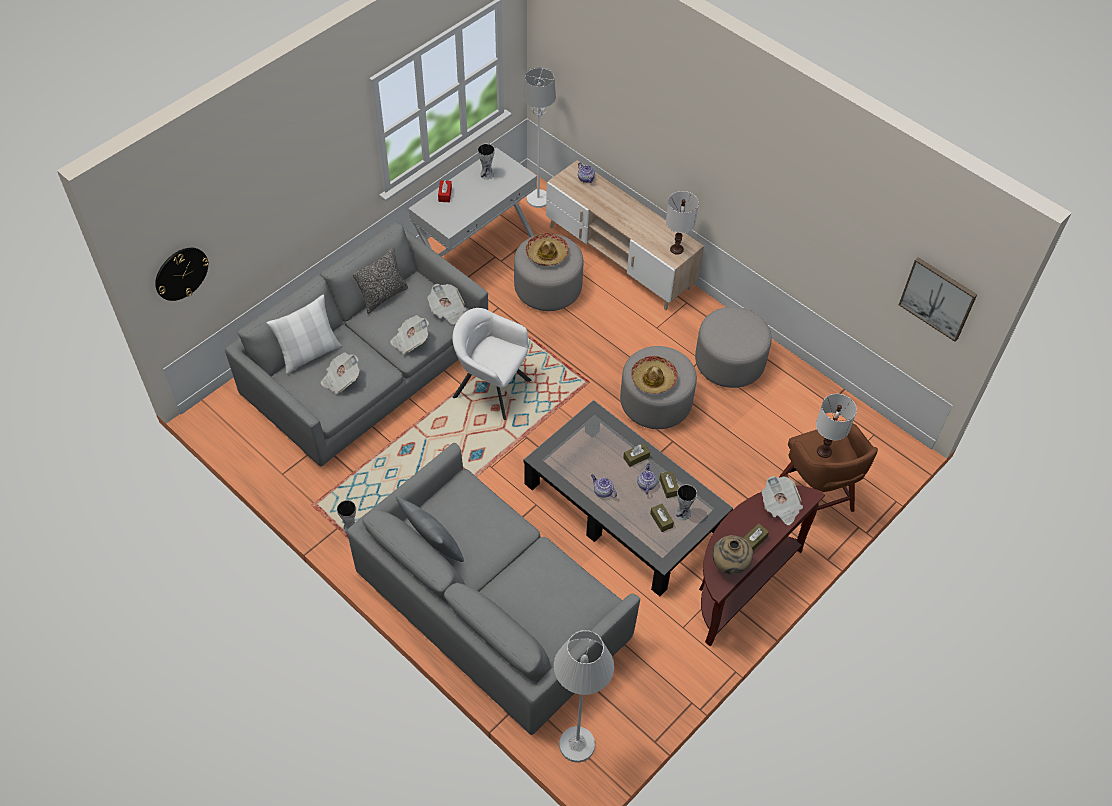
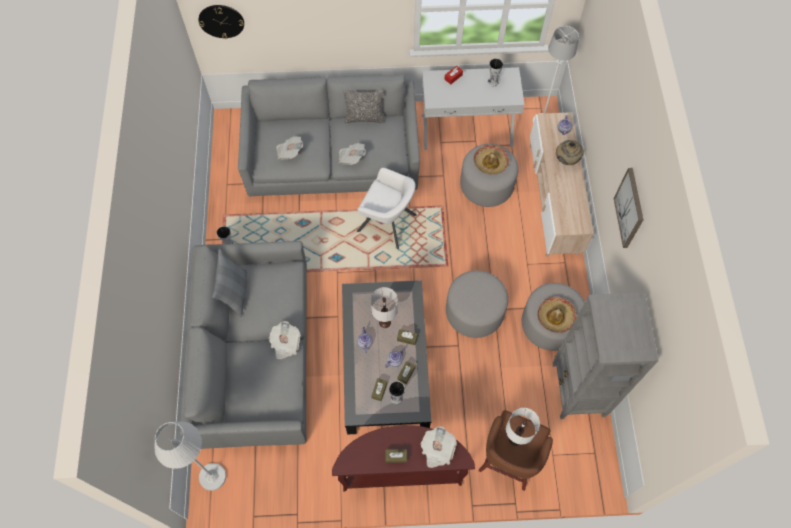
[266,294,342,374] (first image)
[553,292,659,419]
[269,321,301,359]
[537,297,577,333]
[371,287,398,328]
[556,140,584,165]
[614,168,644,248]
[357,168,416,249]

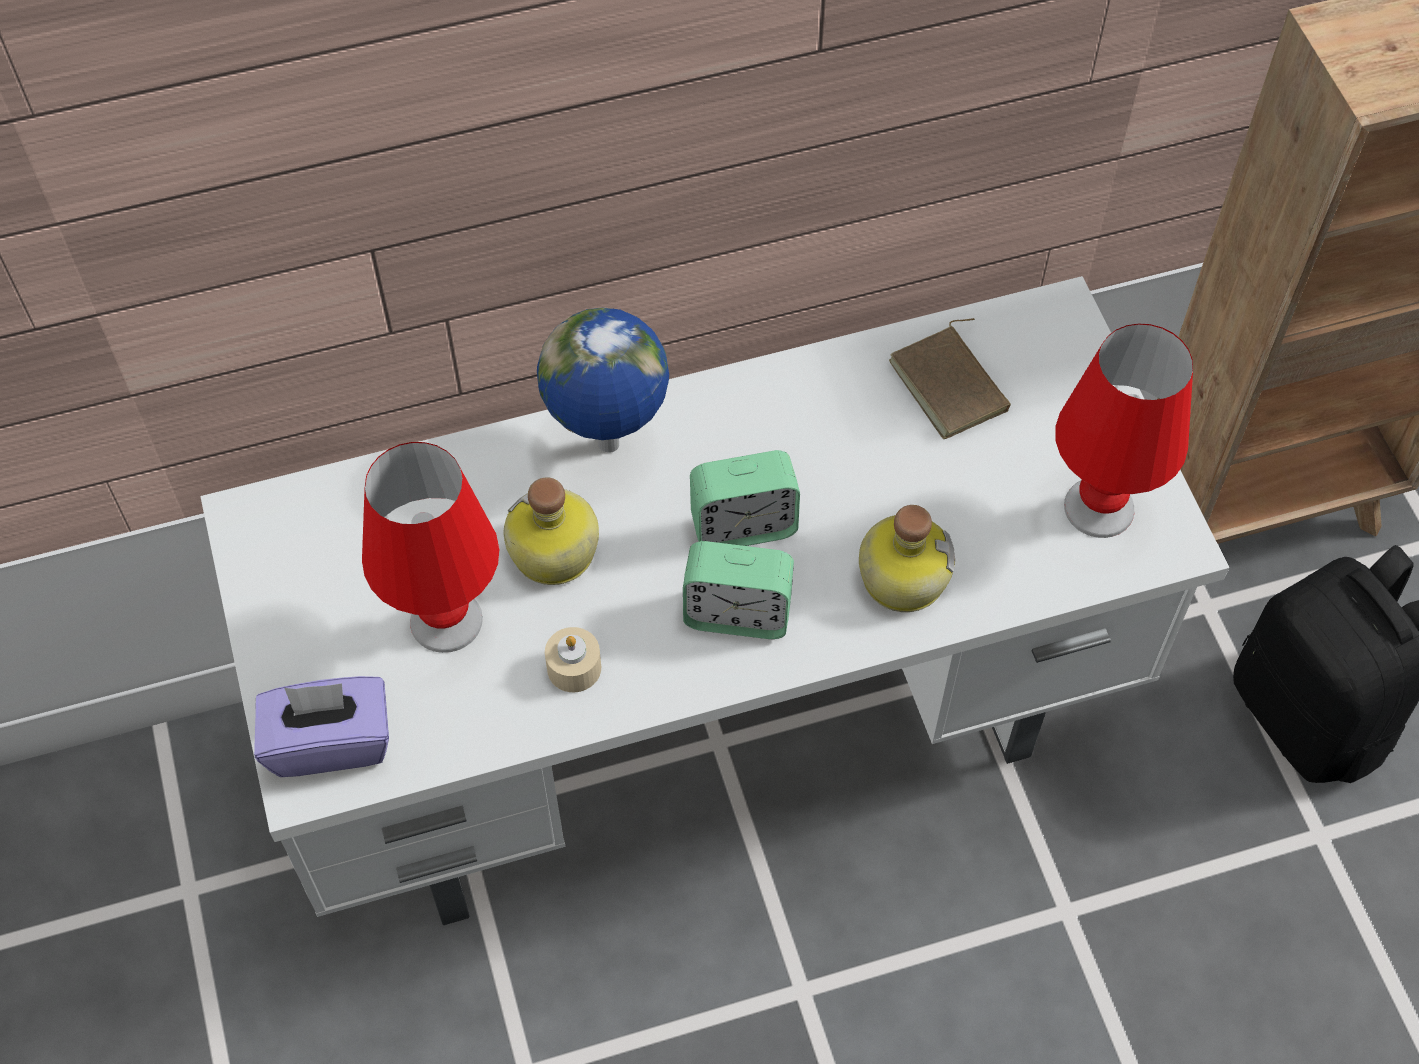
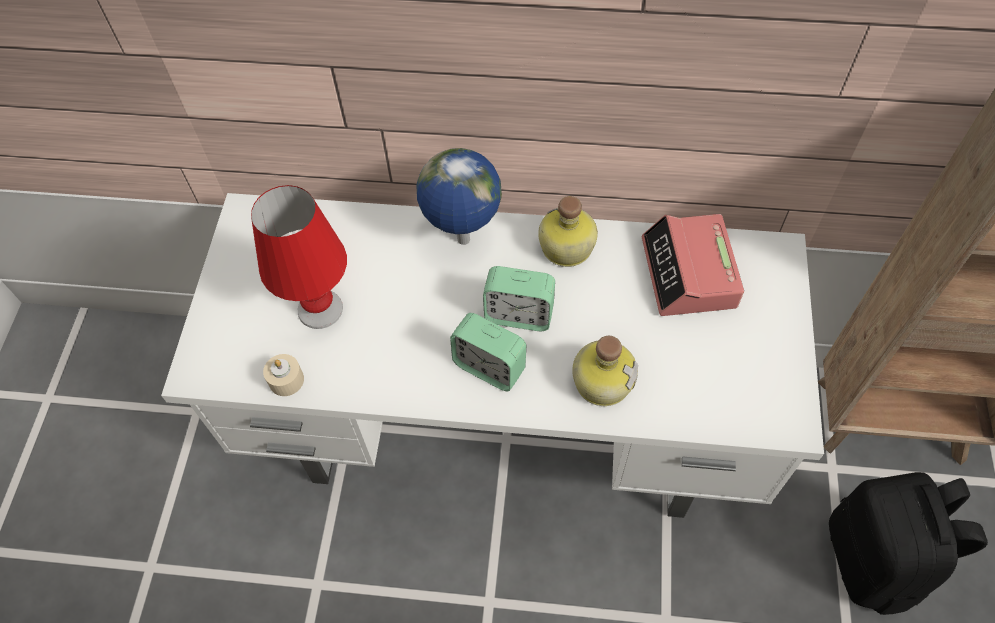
[254,676,389,777] (first image)
[1055,323,1193,538] (first image)
[539,196,598,267]
[263,354,304,396]
[642,214,744,316]

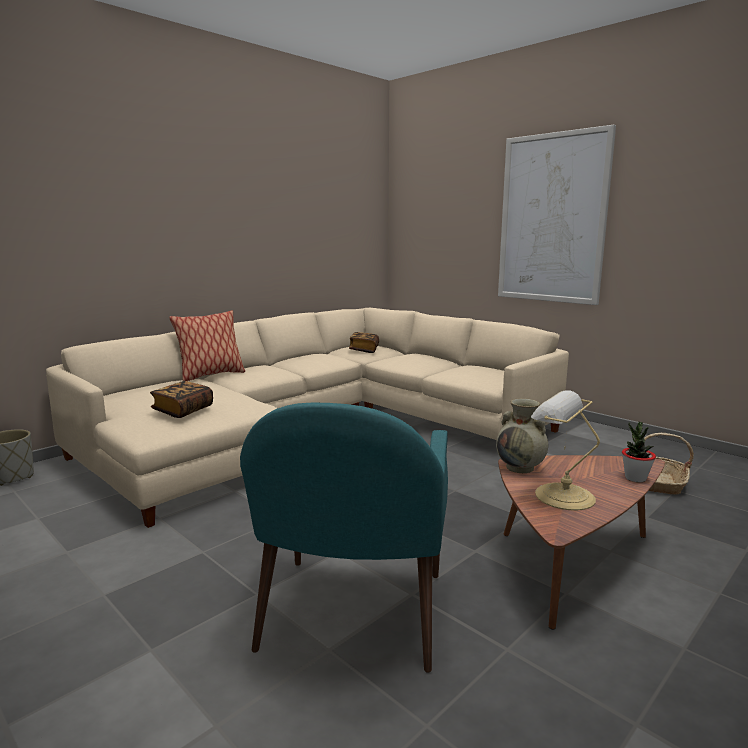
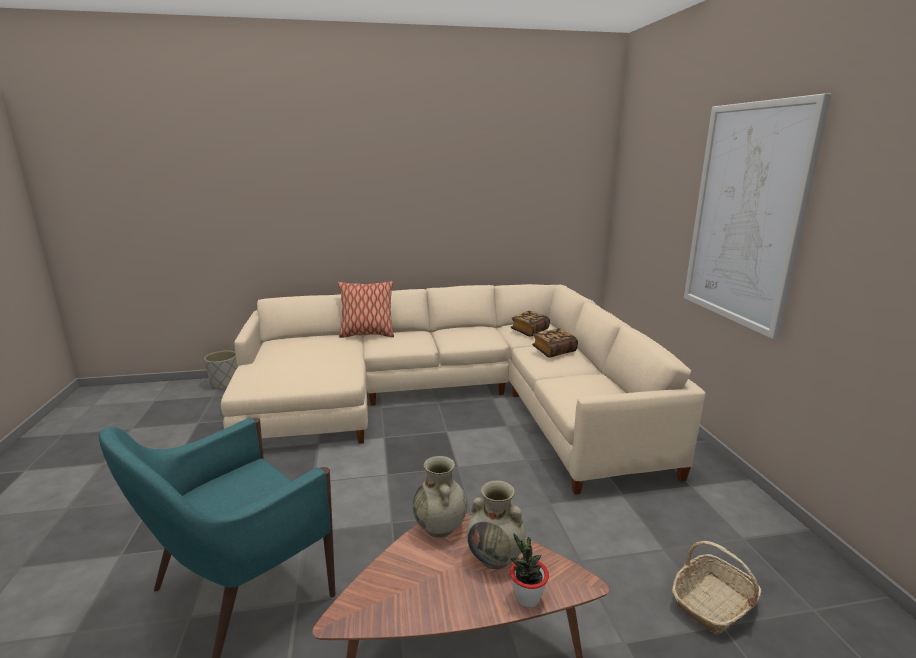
[531,390,600,511] (first image)
[467,480,526,569]
[532,328,578,358]

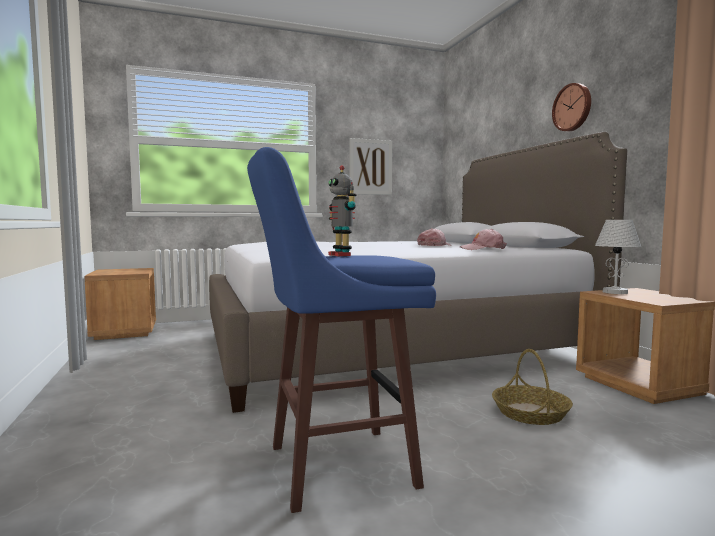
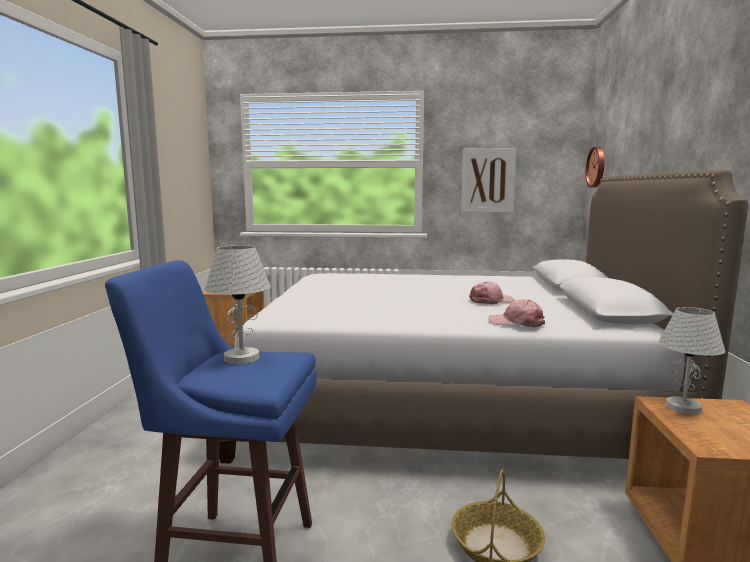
[585,147,605,188]
[205,245,271,364]

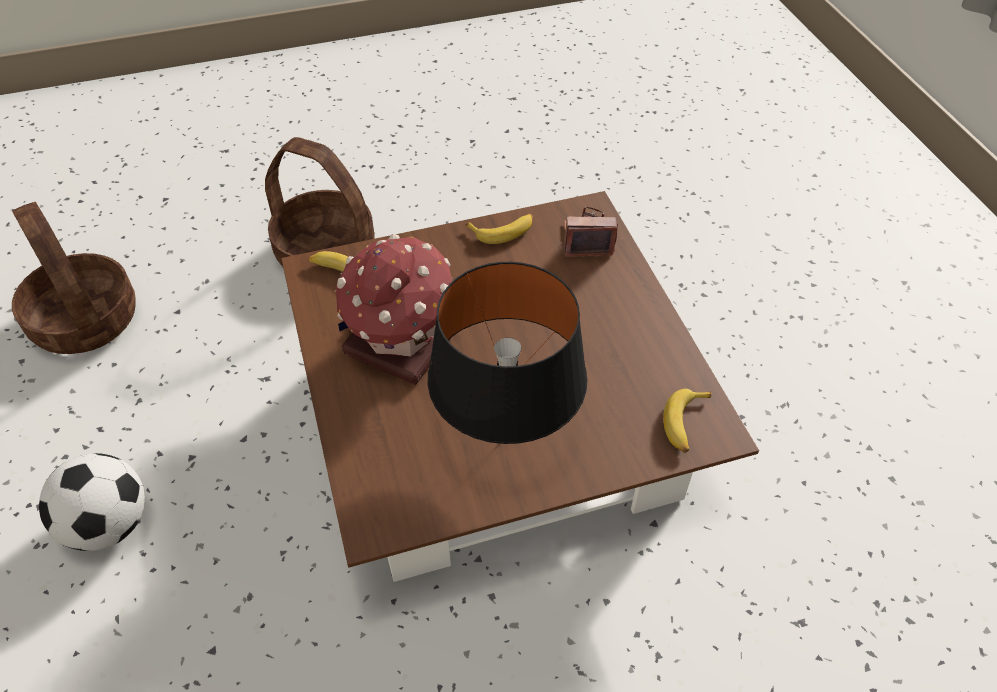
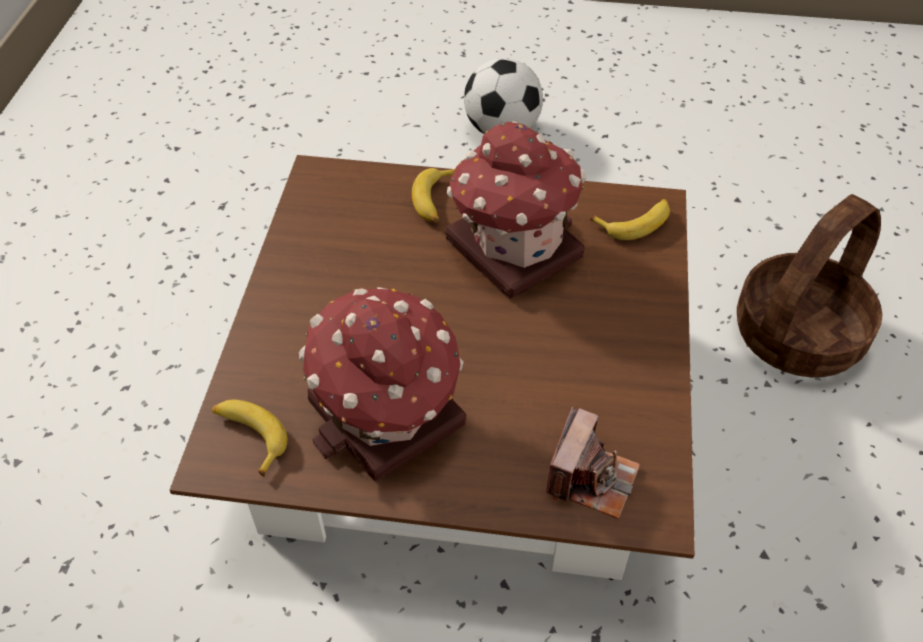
[12,202,136,354] (first image)
[428,262,588,444] (first image)
[299,287,466,481]
[412,168,456,223]

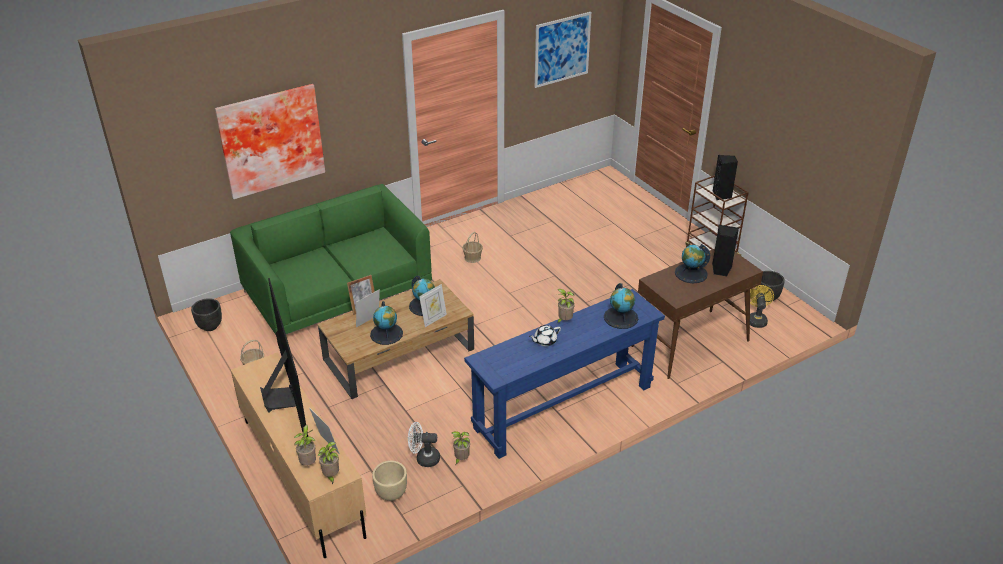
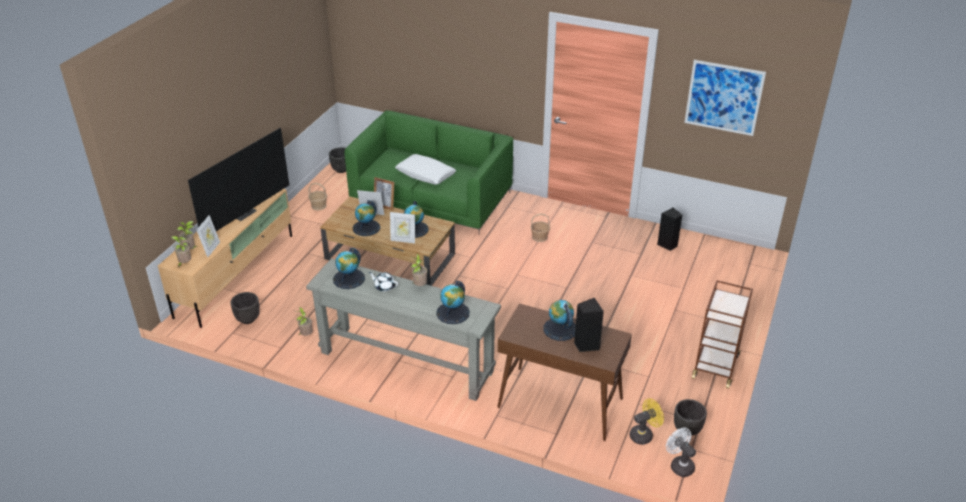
[215,84,325,199] (first image)
[333,248,365,289]
[395,154,456,185]
[666,428,696,477]
[657,207,682,251]
[230,292,260,324]
[306,259,501,401]

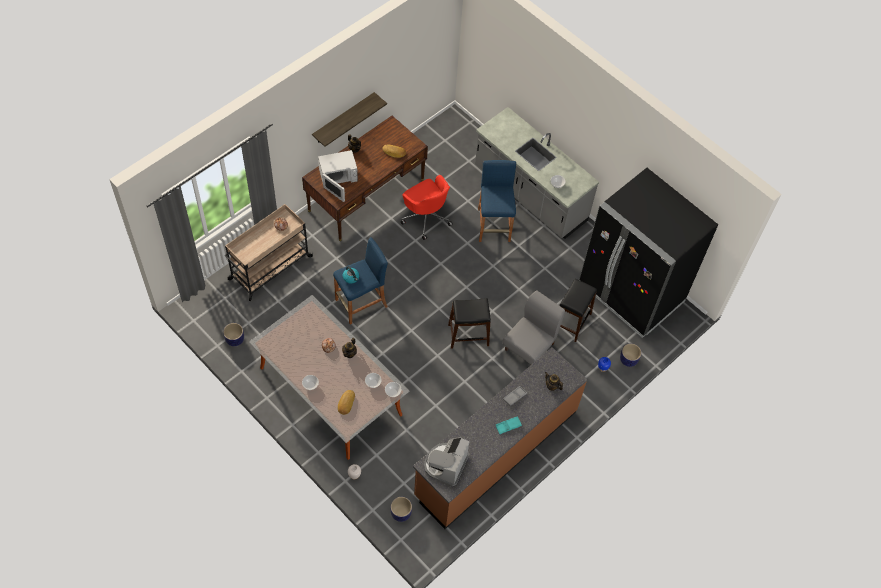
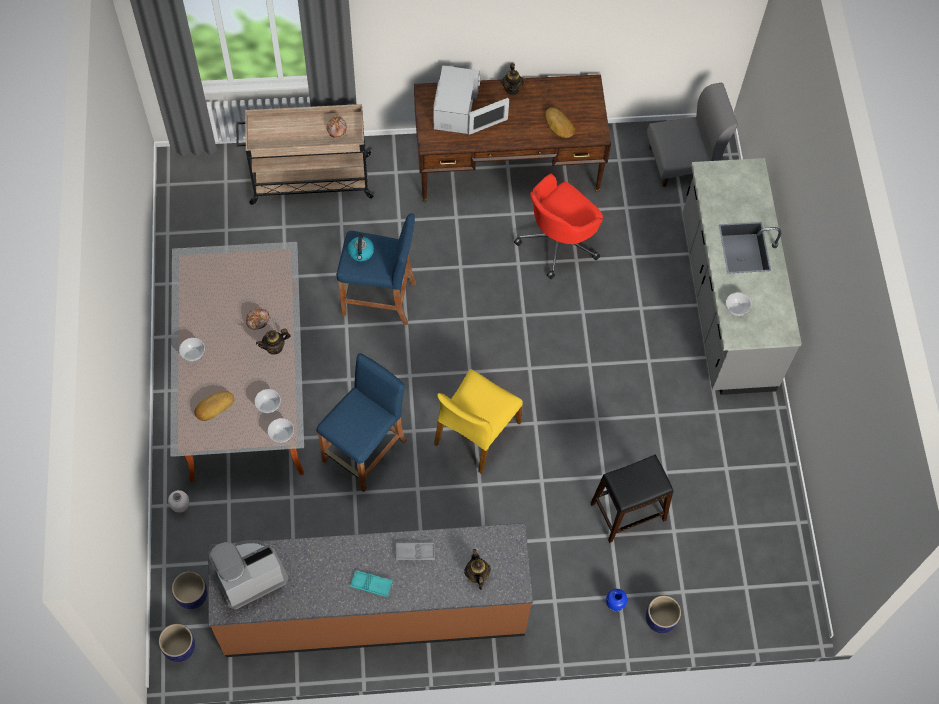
[312,92,387,147] (first image)
[579,168,718,338] (first image)
[159,624,195,662]
[317,353,407,492]
[647,83,738,187]
[434,369,523,474]
[433,65,509,135]
[514,174,603,279]

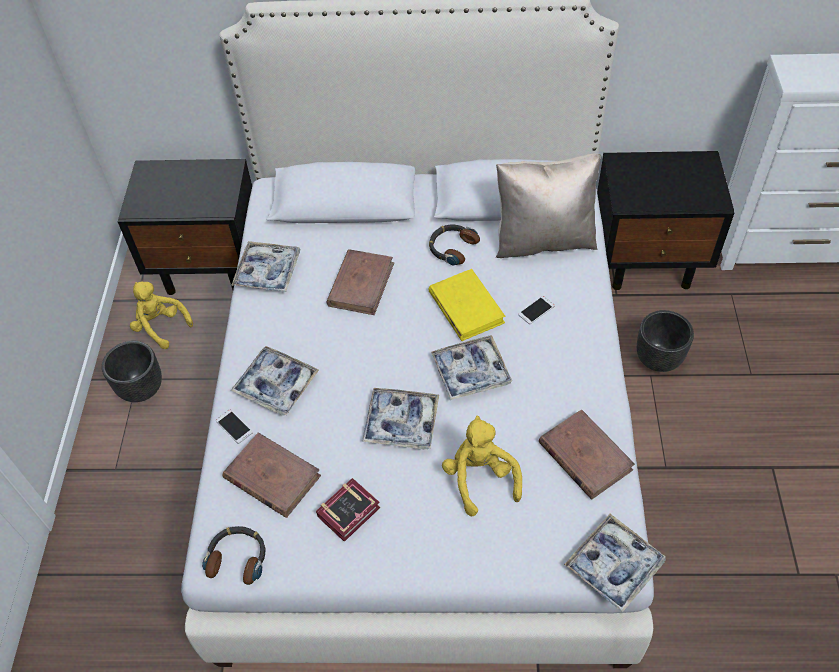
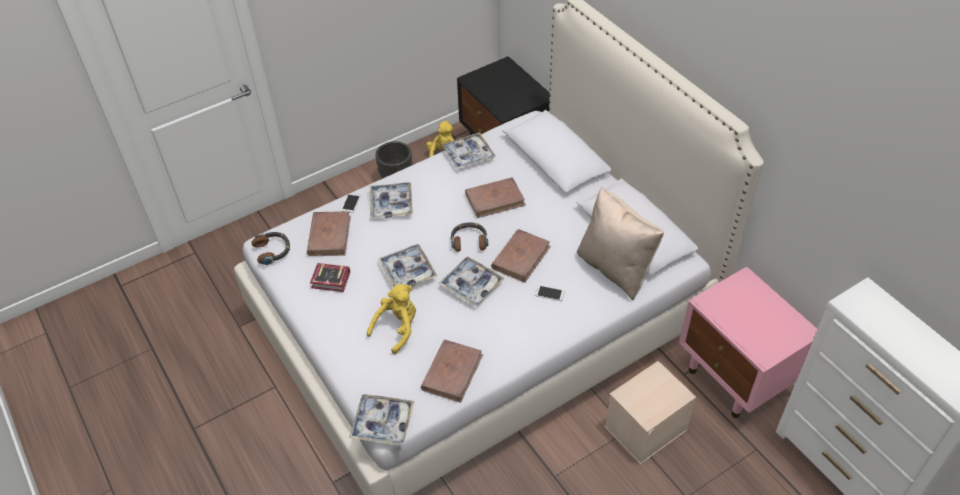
[451,222,488,252]
[605,361,696,465]
[491,229,551,283]
[679,267,818,418]

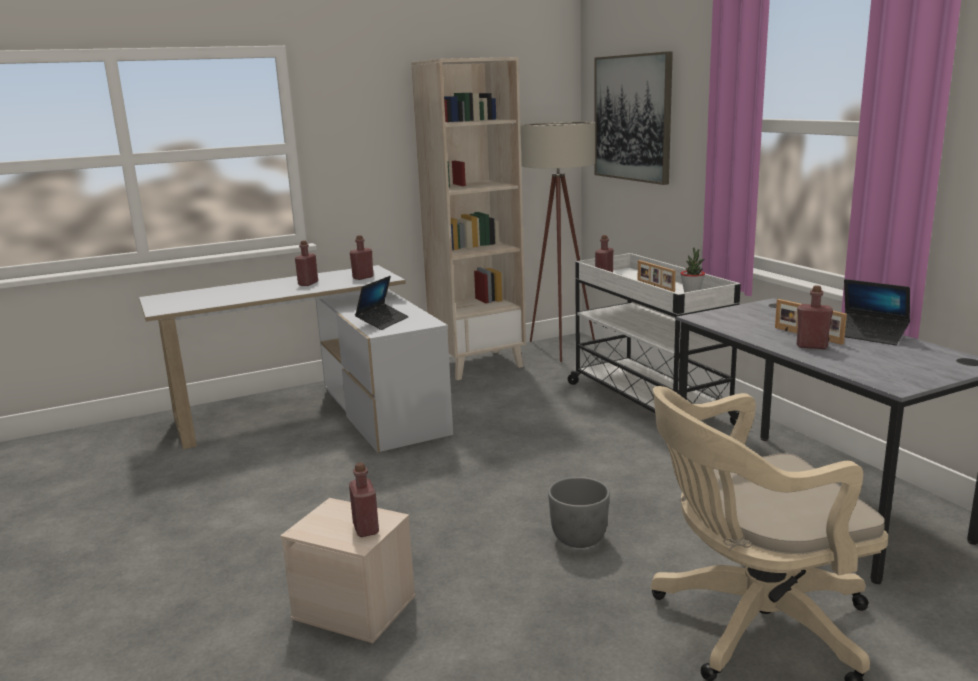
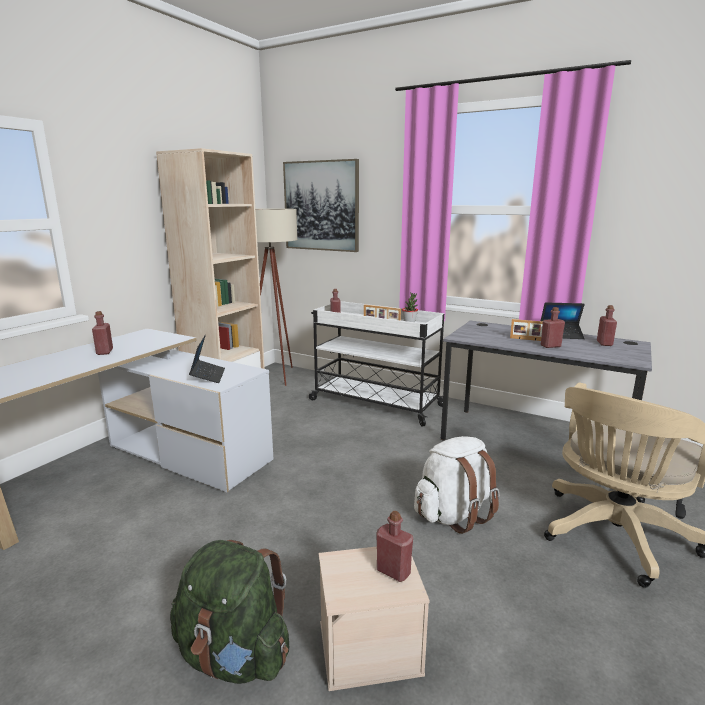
[170,540,289,684]
[597,305,617,346]
[414,436,500,534]

